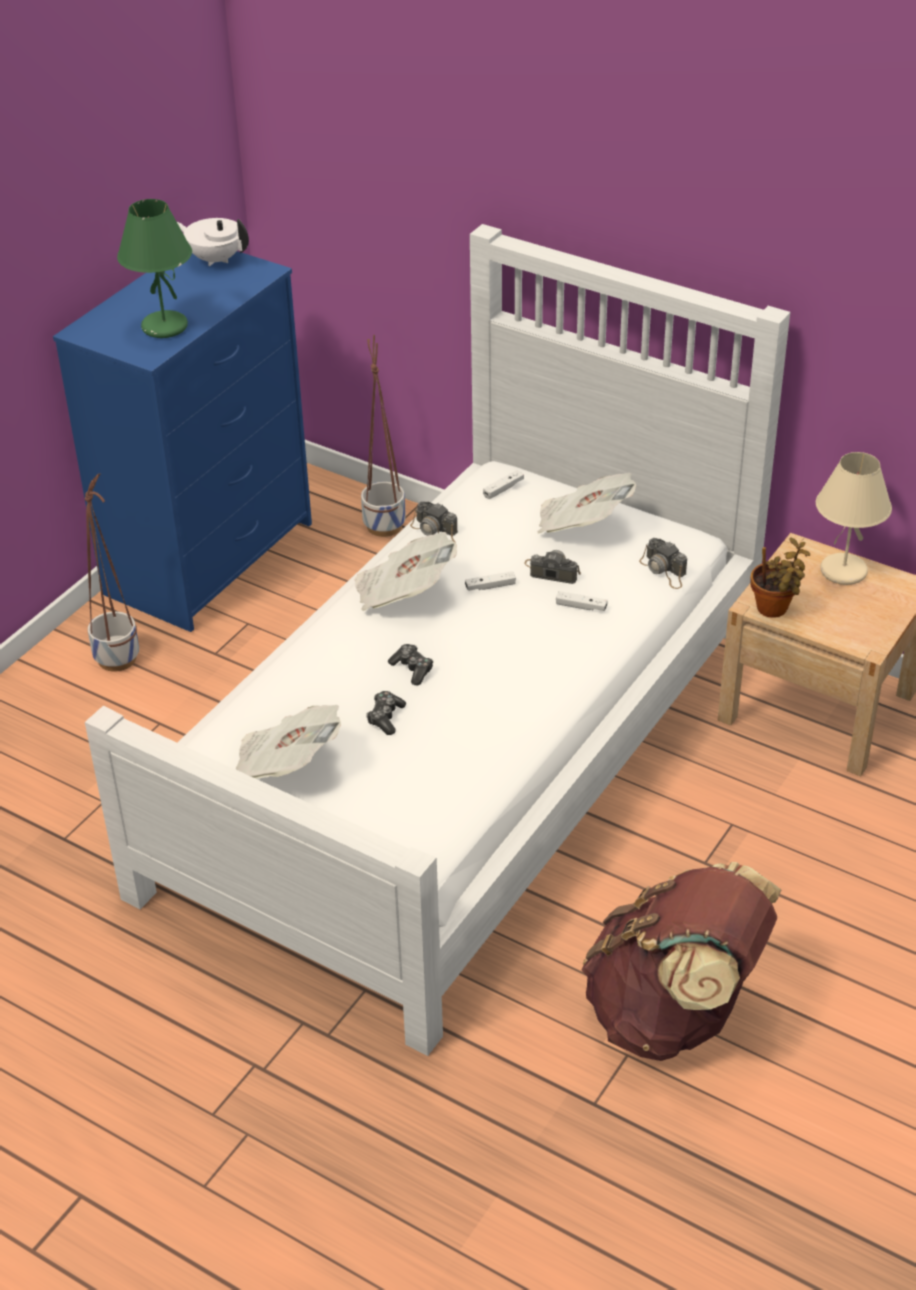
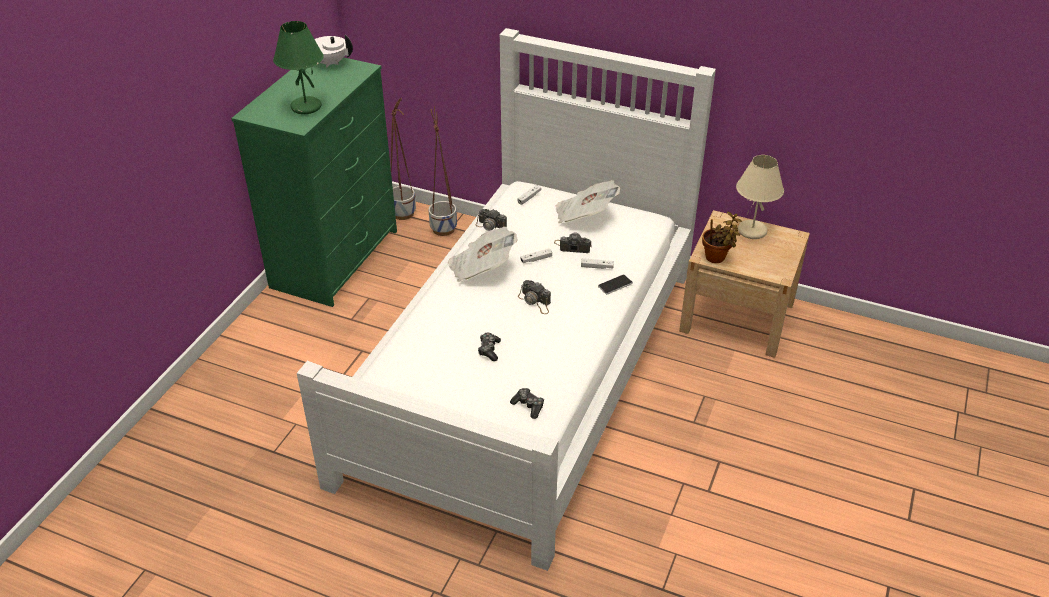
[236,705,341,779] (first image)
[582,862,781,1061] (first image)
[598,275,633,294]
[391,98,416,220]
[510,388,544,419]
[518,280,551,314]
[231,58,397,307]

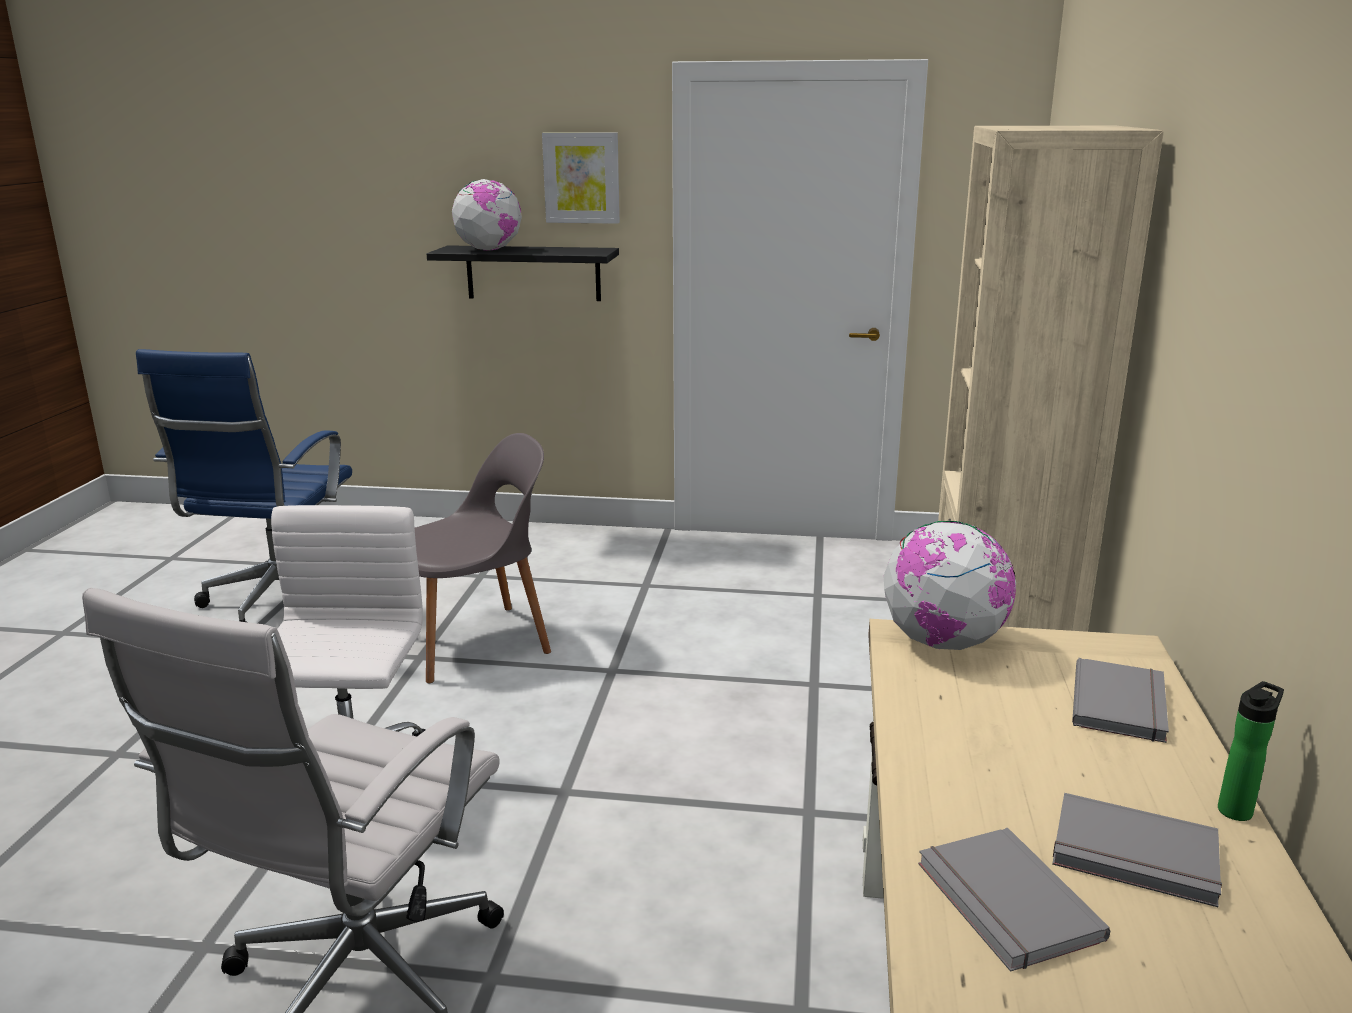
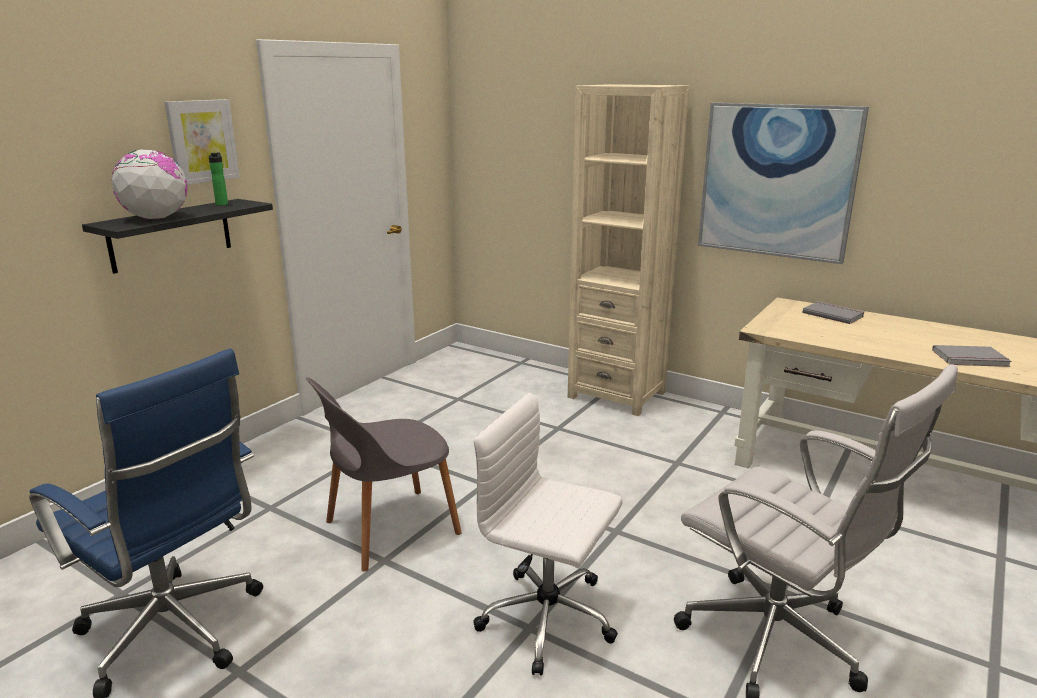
[883,521,1016,650] (first image)
[1052,793,1222,907] (first image)
[698,103,869,264]
[209,153,228,206]
[306,377,462,572]

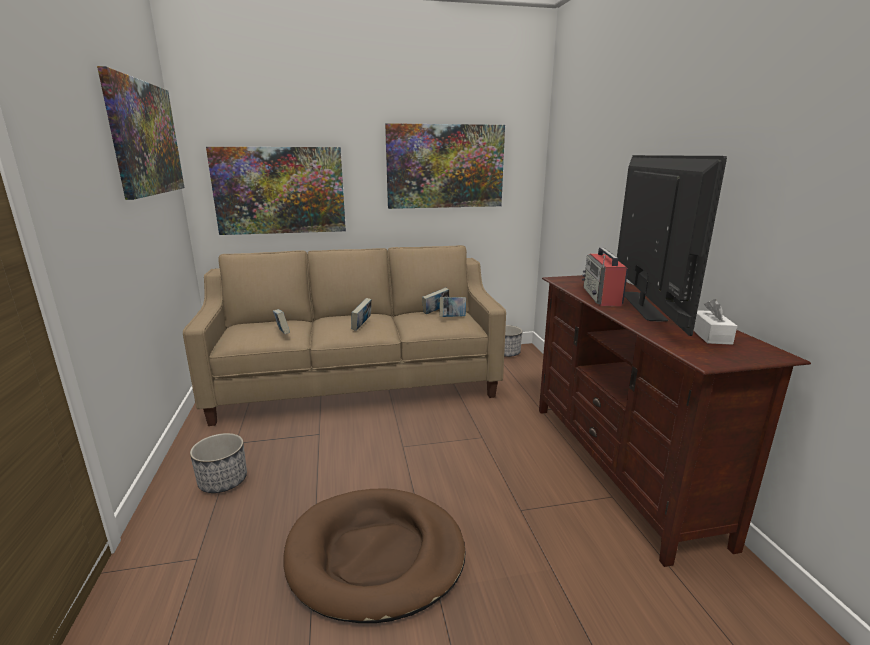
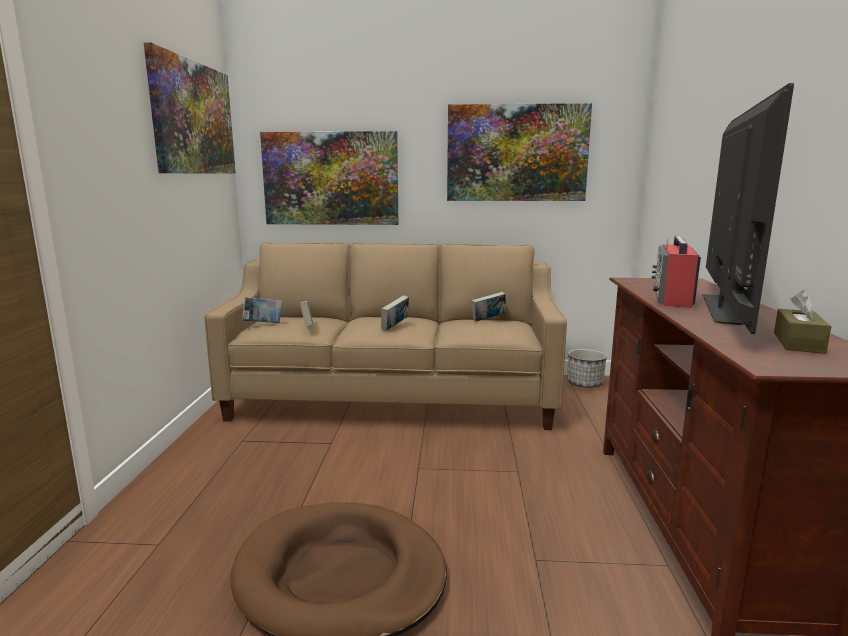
[190,433,247,493] (first image)
[242,297,282,323]
[774,290,831,354]

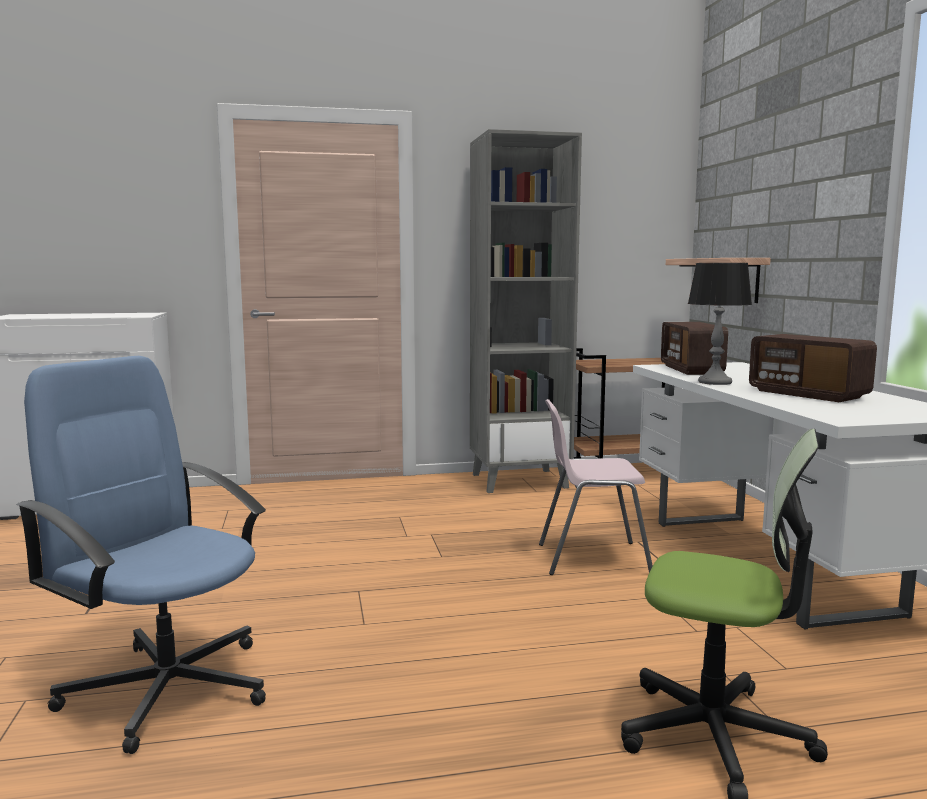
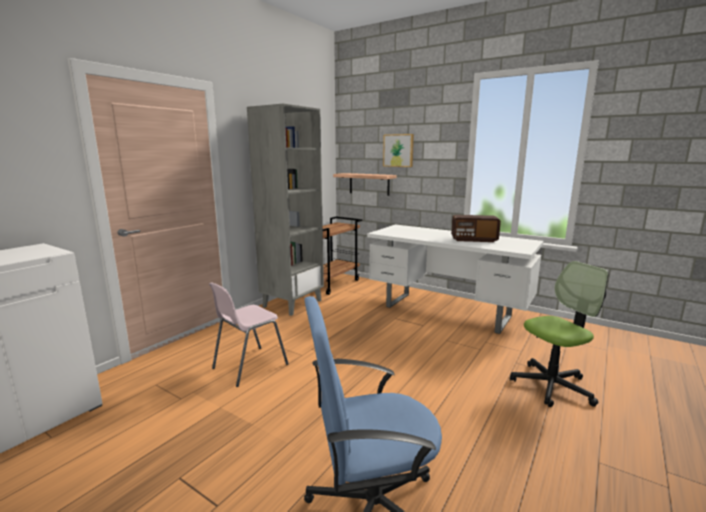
[661,322,728,375] (first image)
[688,263,752,385] (first image)
[383,134,414,167]
[209,282,289,387]

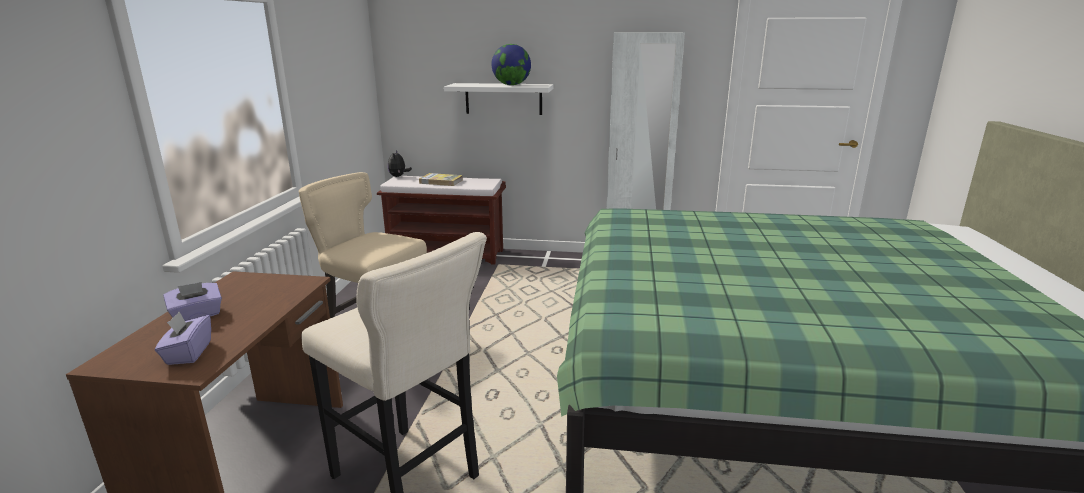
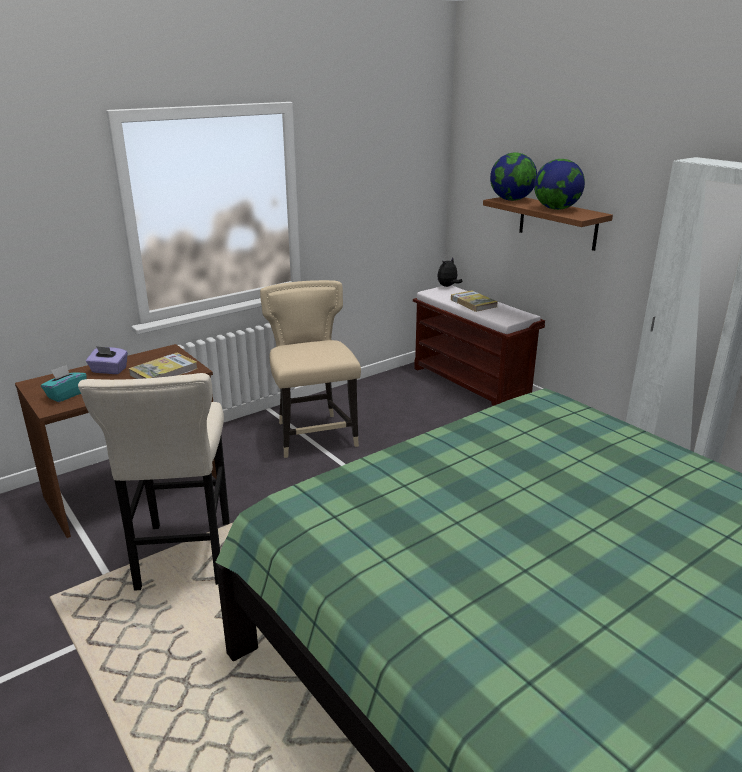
[129,353,198,379]
[490,153,537,201]
[41,365,87,402]
[483,197,613,251]

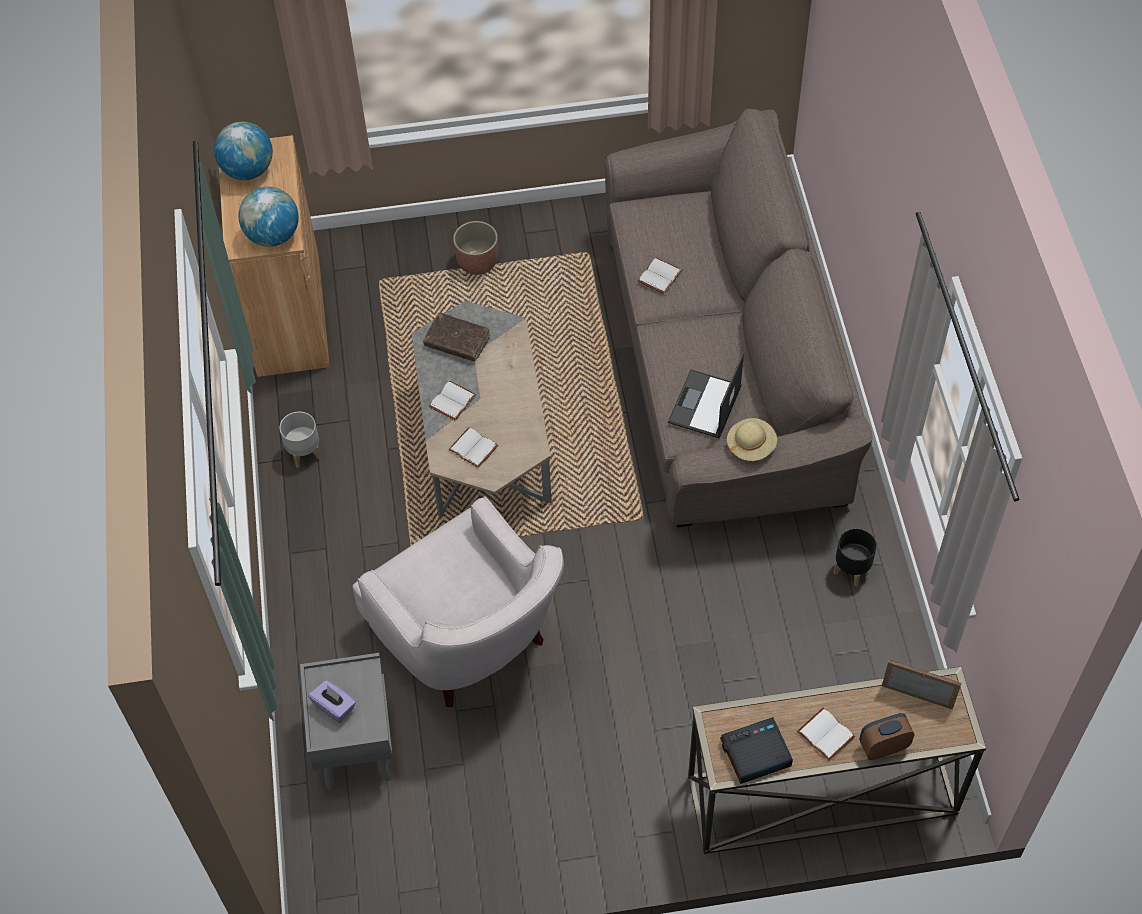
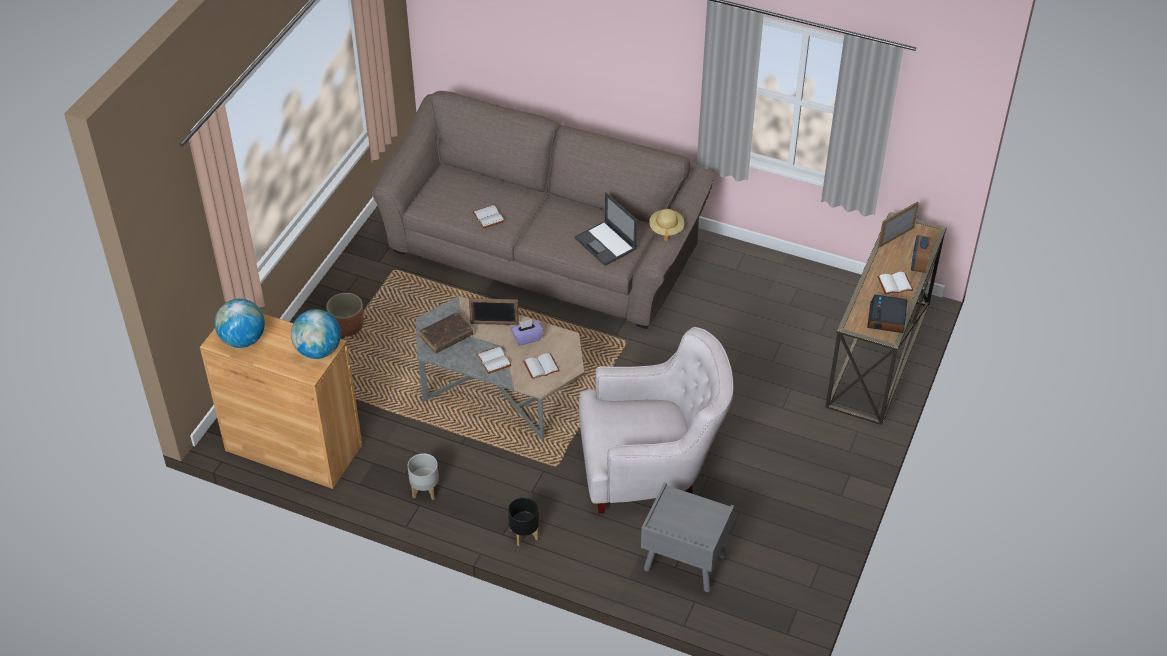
[469,298,519,325]
[511,319,543,346]
[508,497,539,546]

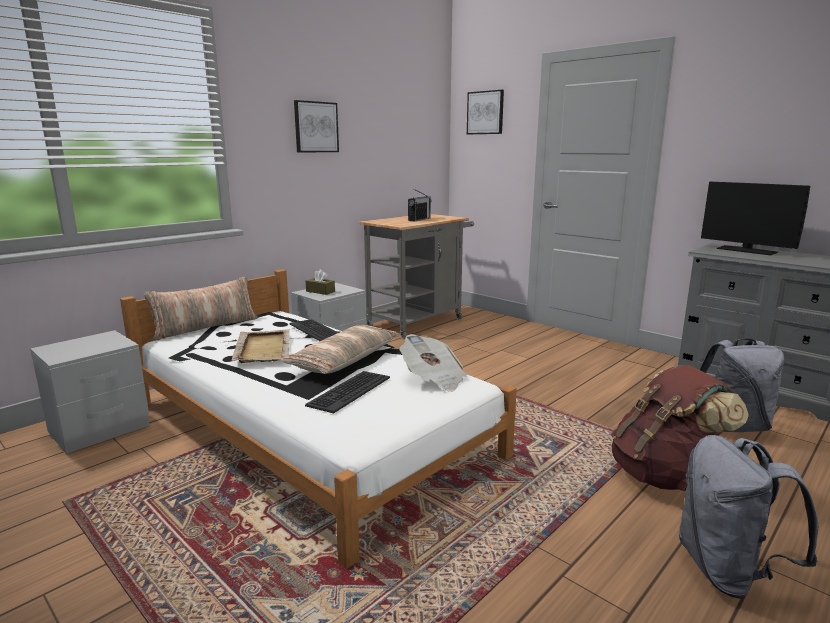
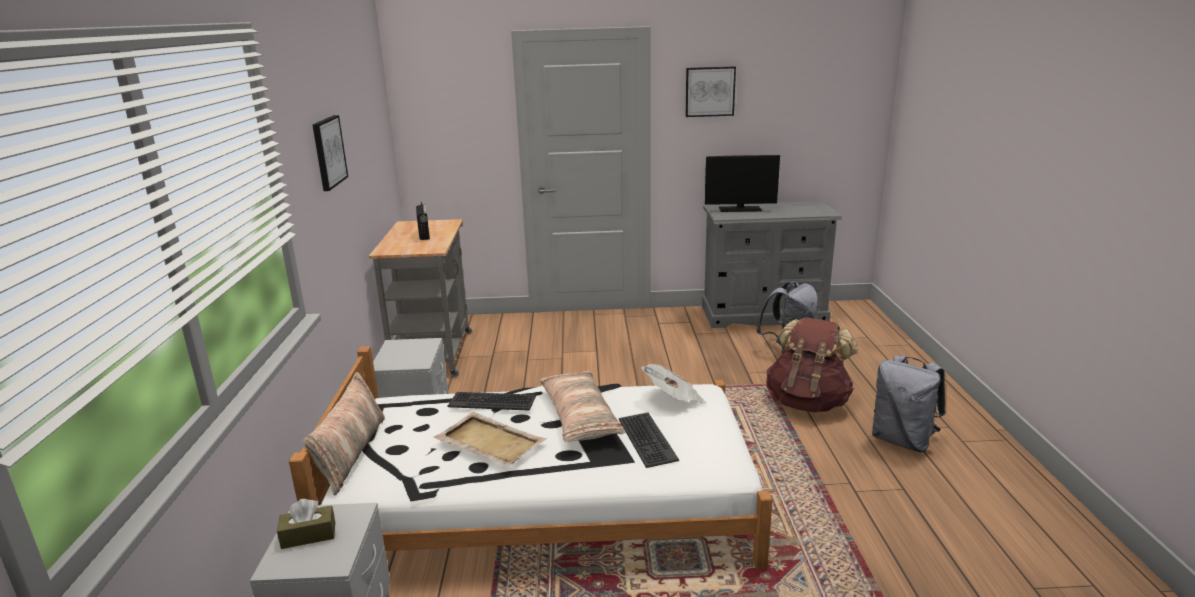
[277,499,335,549]
[686,66,736,117]

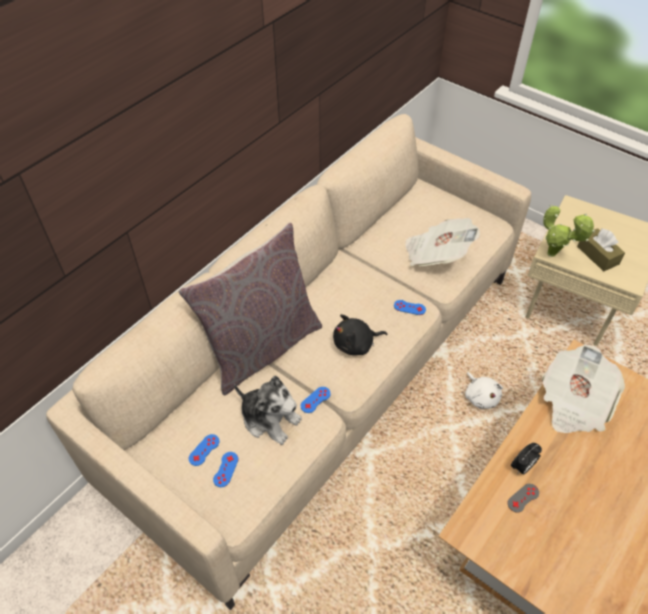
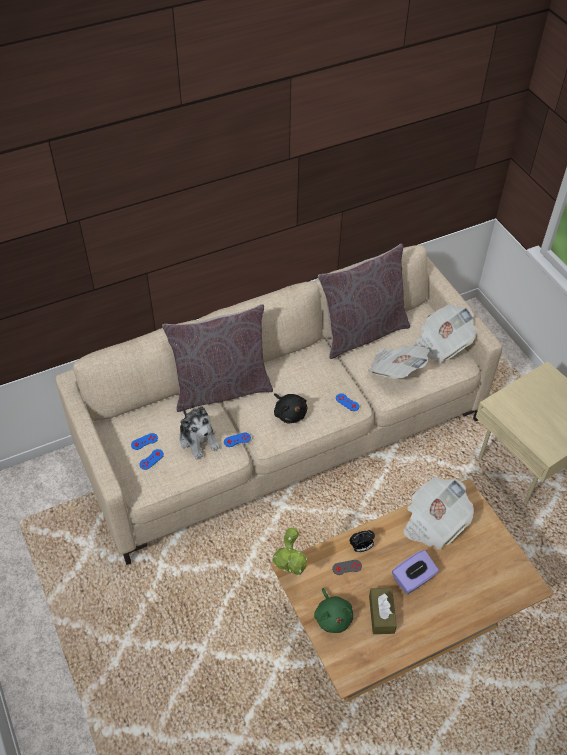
[465,372,503,409] (first image)
[314,588,353,633]
[318,244,410,359]
[392,550,439,595]
[413,304,477,363]
[273,526,307,577]
[369,588,397,634]
[274,393,307,424]

